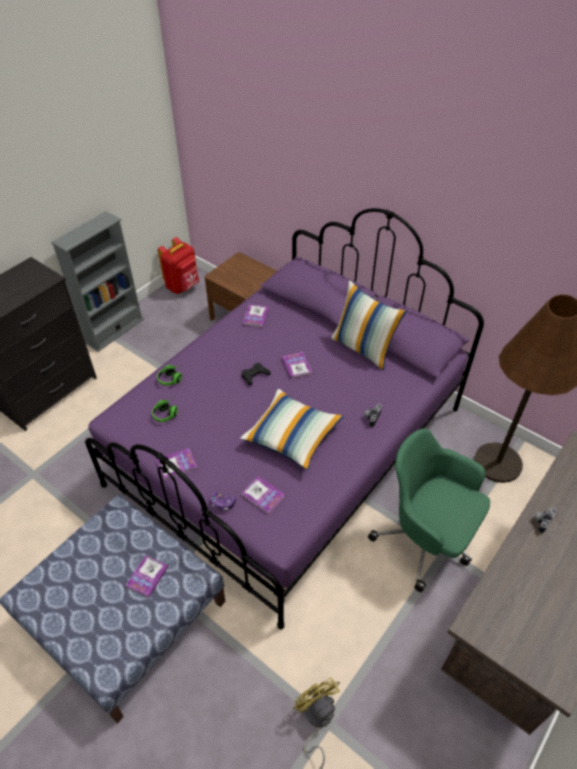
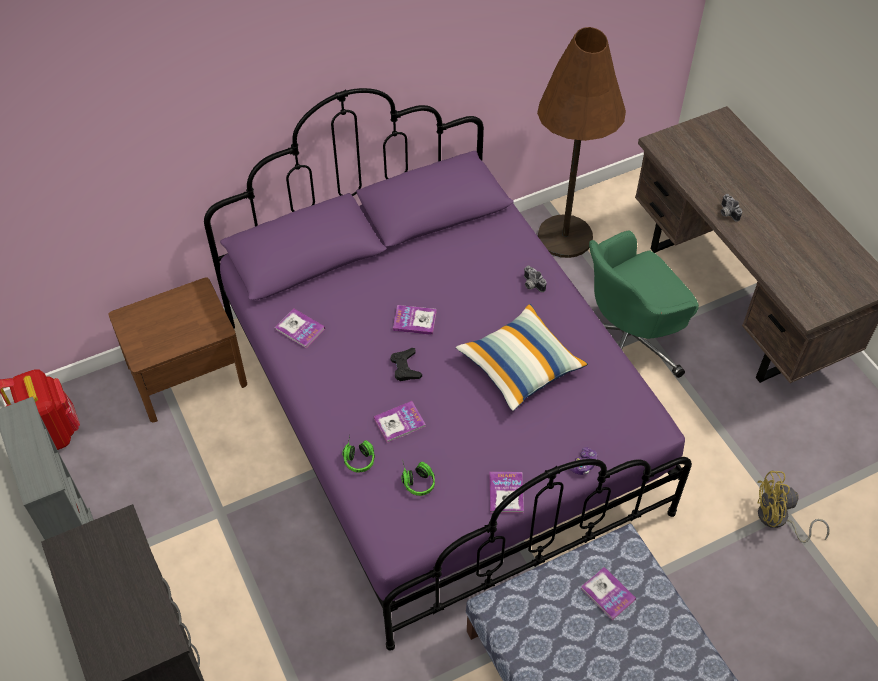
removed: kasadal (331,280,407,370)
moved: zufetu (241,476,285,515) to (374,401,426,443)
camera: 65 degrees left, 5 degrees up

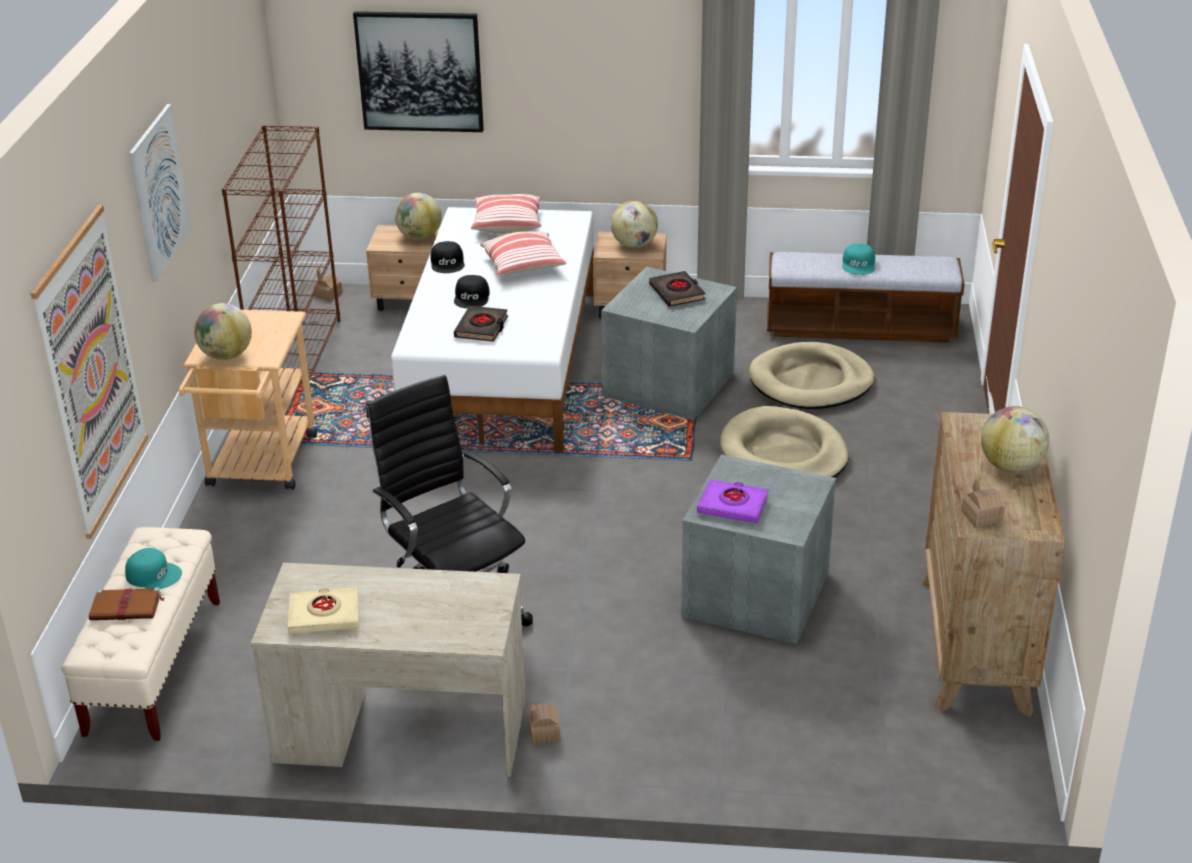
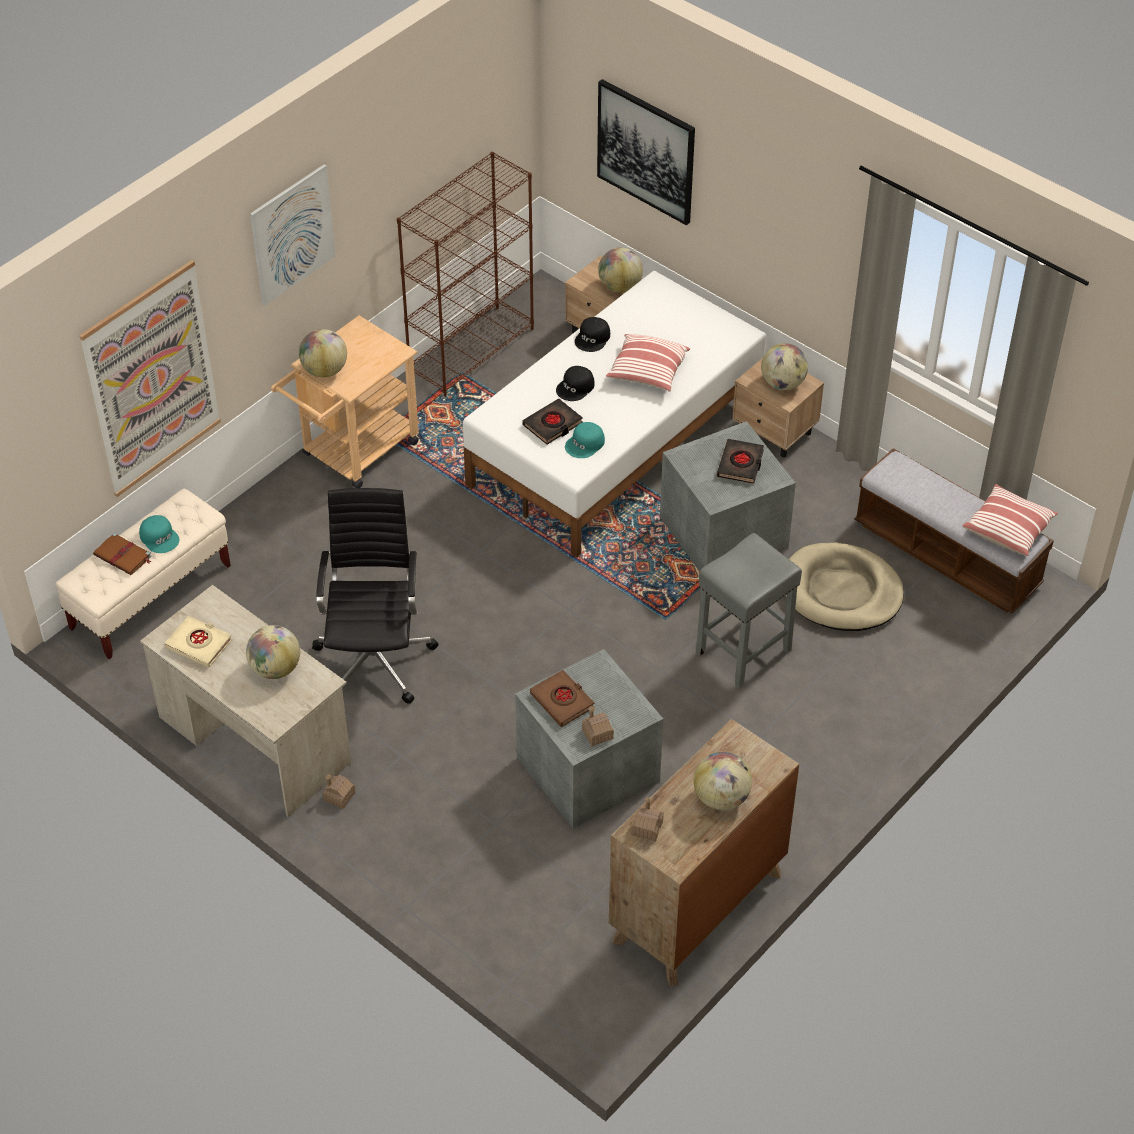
added: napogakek (246,625,300,679)
moved: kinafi (314,268,343,301) to (582,706,614,746); kasadal (471,194,541,234) to (962,484,1058,556); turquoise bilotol (842,243,875,275) to (565,422,605,458)
replaced: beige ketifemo (721,406,849,478) to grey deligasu (696,533,802,688)
recoloured: purple zufetu (697,480,768,523) to brown zufetu (530,670,595,727)
camera: 35 degrees right, 15 degrees up

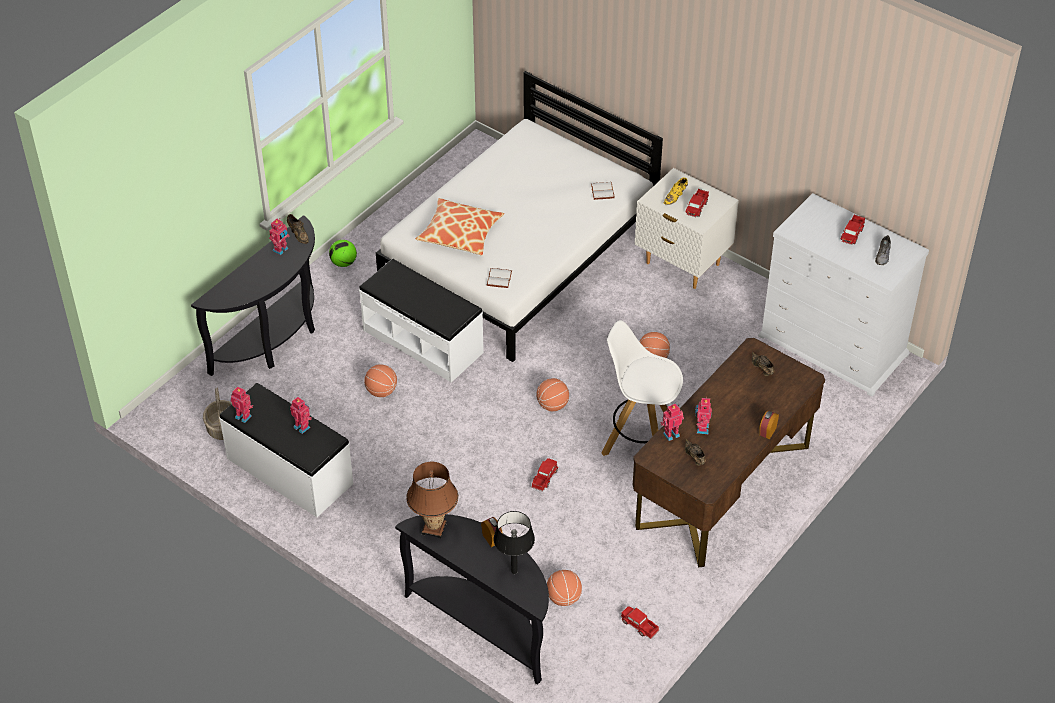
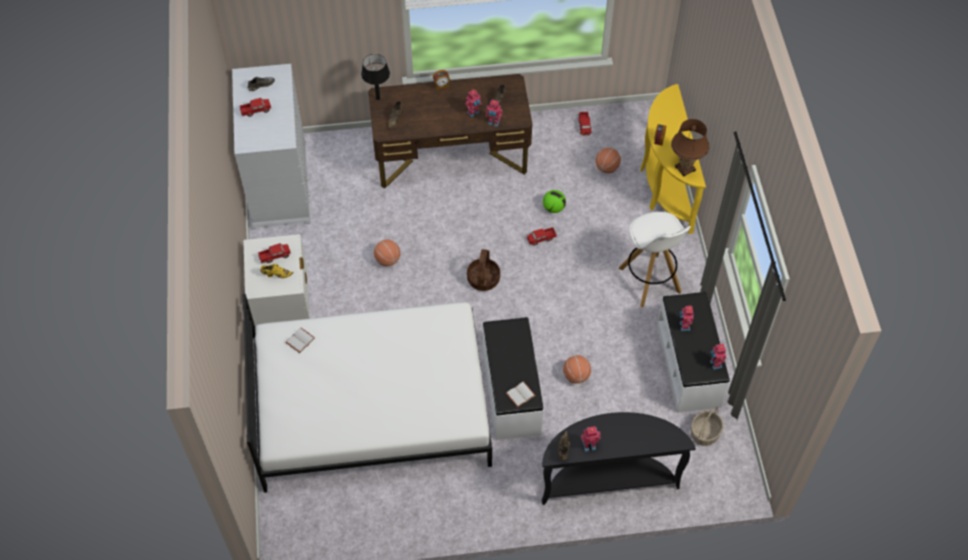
removed: kasadal (416,198,504,255)
moved: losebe (329,240,357,267) to (543,190,566,213); white zufetu (487,268,512,288) to (506,381,536,408); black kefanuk (494,511,535,574) to (361,54,390,100); white deligasu (602,320,683,456) to (619,212,691,308)
replaced: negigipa (536,378,569,411) to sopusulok (467,249,500,291)
recoloured: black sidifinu (395,514,549,685) to yellow sidifinu (640,84,706,234)
camera: 135 degrees left, 10 degrees up

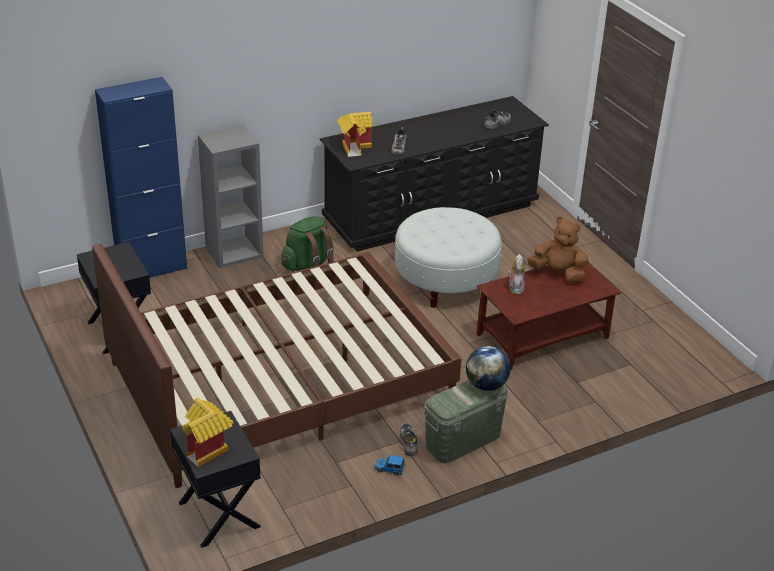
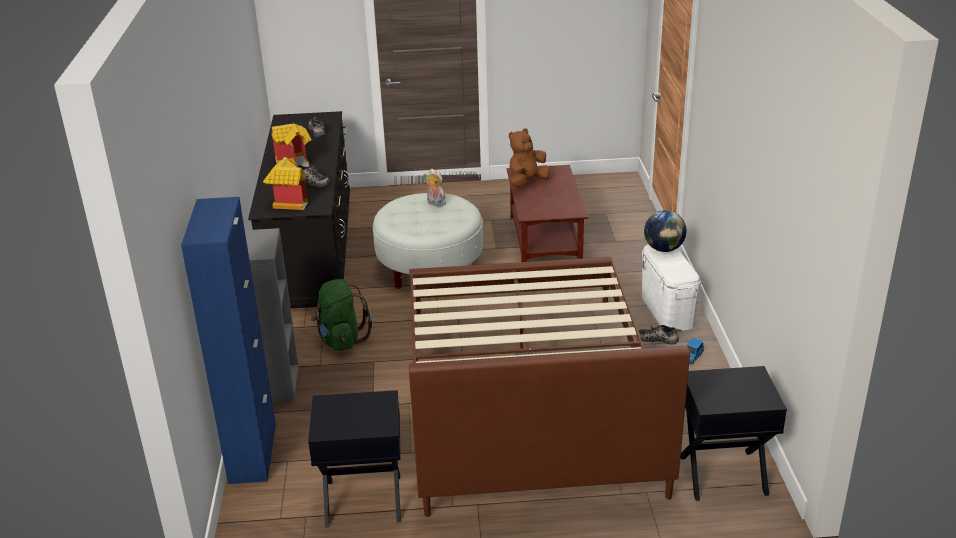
moved: kinafi (182,398,233,467) to (271,123,311,167); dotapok (508,254,525,295) to (424,169,446,207)
recoloured: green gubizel (424,380,508,463) to white gubizel (642,244,701,331)
camera: 65 degrees left, 5 degrees down

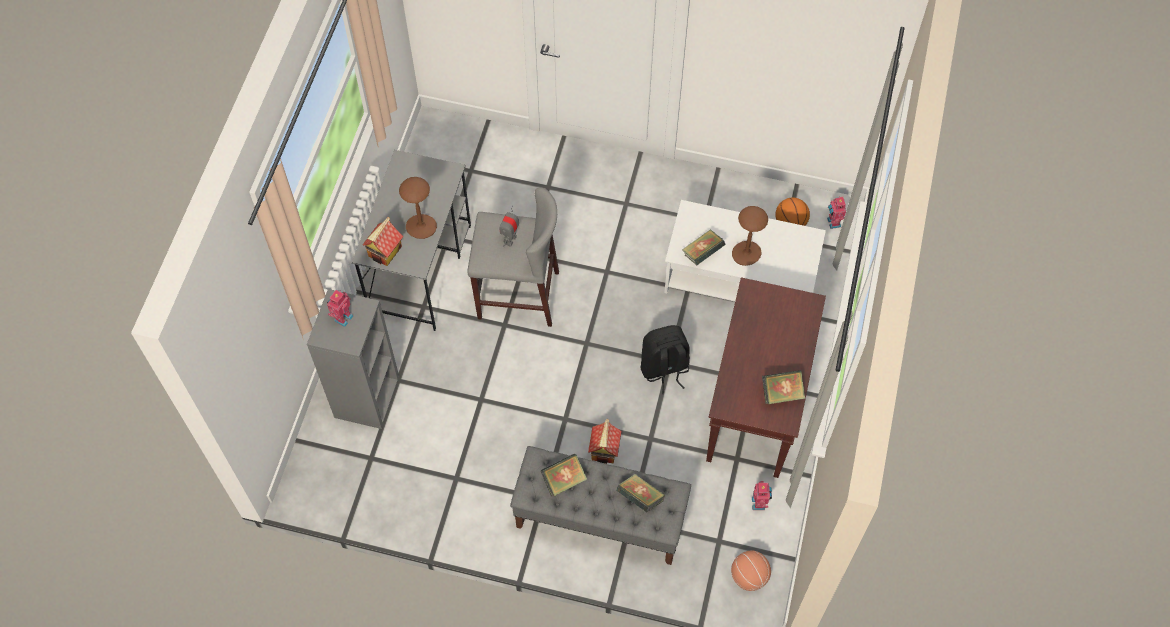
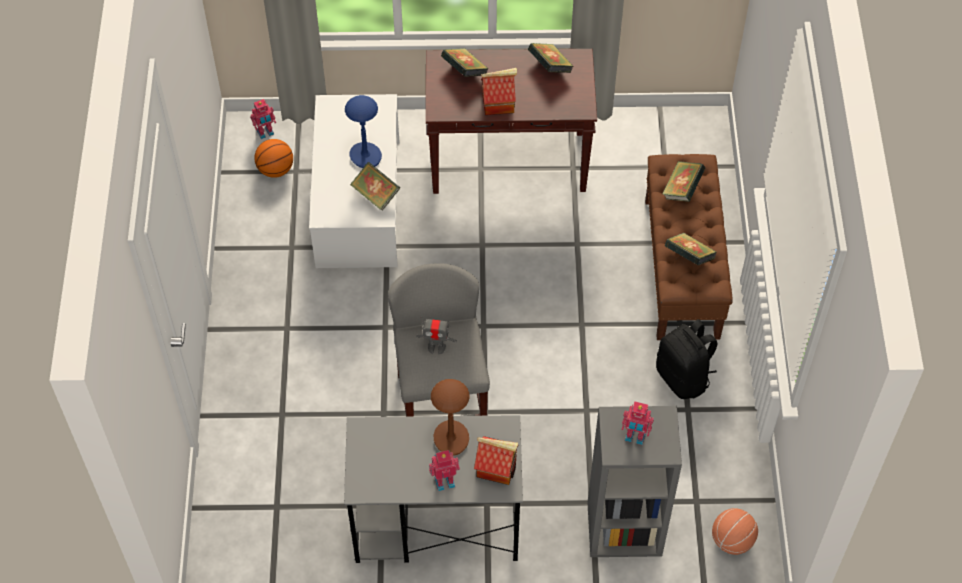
added: zufetu (441,48,488,77)
moved: kinafi (588,418,622,464) to (481,68,517,115); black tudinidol (640,325,690,394) to (656,319,718,399); negigipa (731,551,771,591) to (712,508,758,555); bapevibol (752,481,772,510) to (429,450,460,491)
recoloured: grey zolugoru (510,446,691,565) to brown zolugoru (645,154,733,340); brown kefanuk (732,206,768,266) to blue kefanuk (345,95,382,168)
camera: 105 degrees left, 5 degrees down

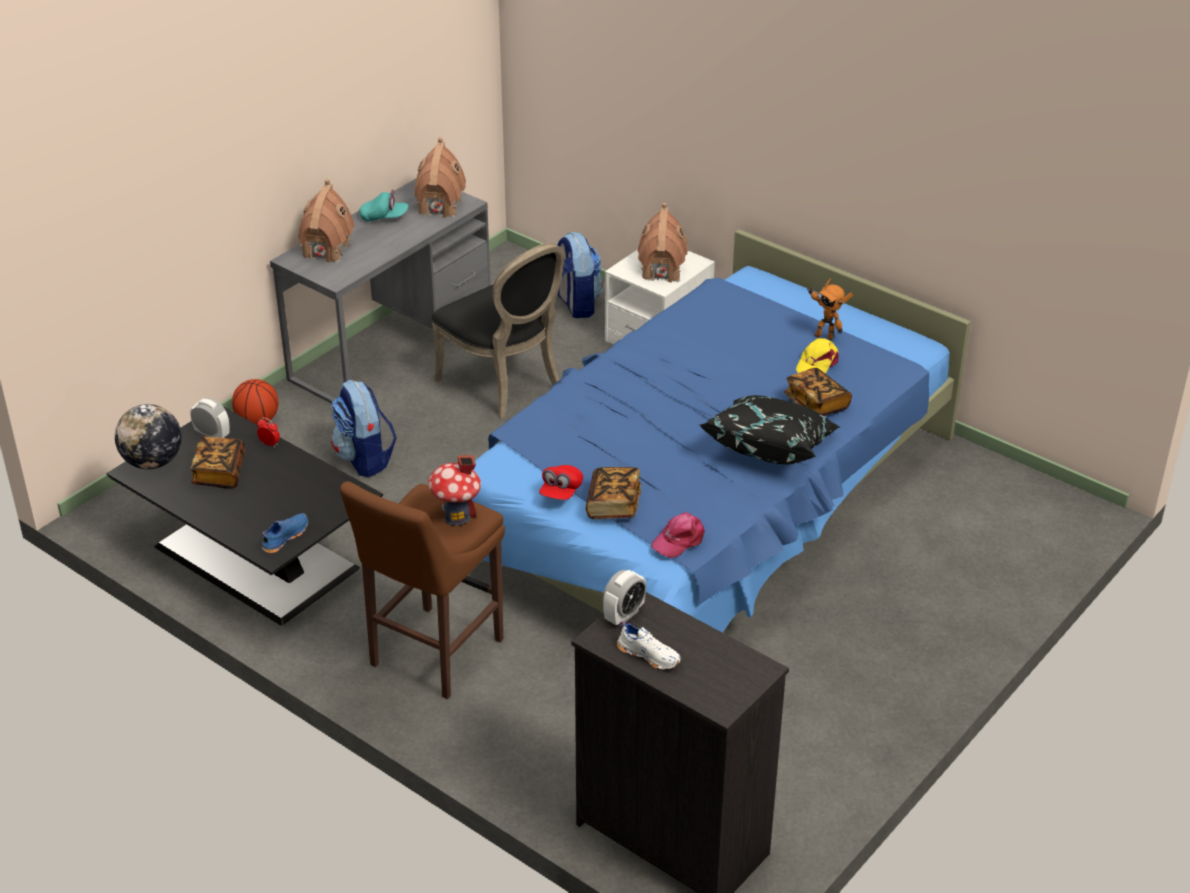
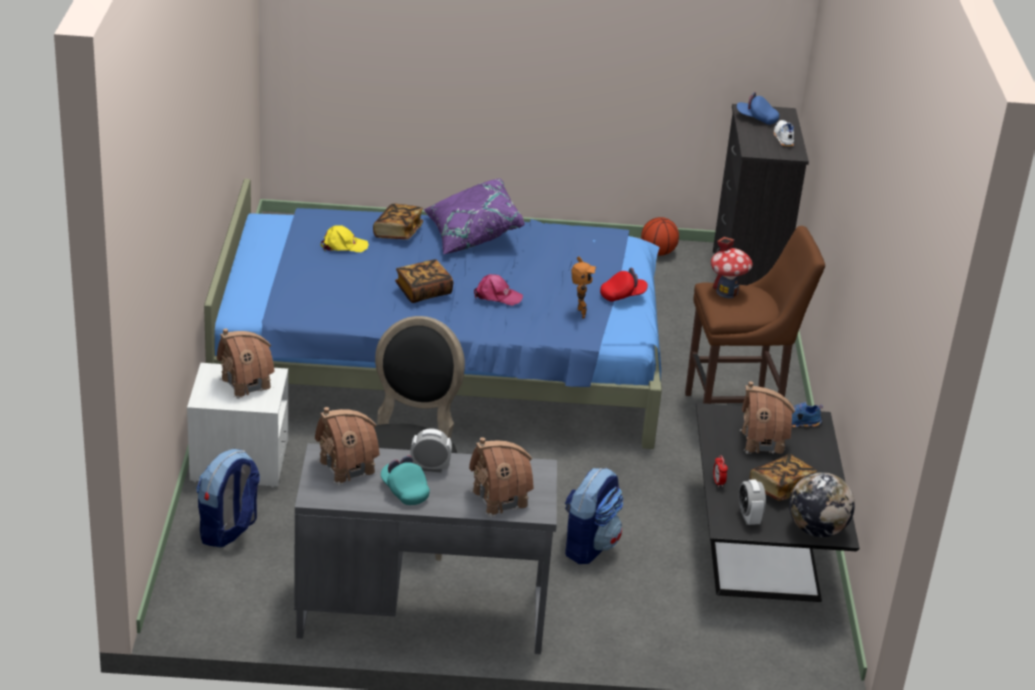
added: blue bilotol (737,92,779,125); kinafi (739,381,795,454)
moved: negigipa (232,379,278,425) to (641,217,679,256); zufetu (586,467,641,519) to (395,259,453,303); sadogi (603,570,646,626) to (410,429,452,472); pink bilotol (651,512,705,558) to (474,274,523,306); bapevibol (807,278,853,340) to (571,257,596,319)
recoloured: black kasadal (700,395,840,464) to purple kasadal (424,178,525,255)
camera: 130 degrees left, 5 degrees down

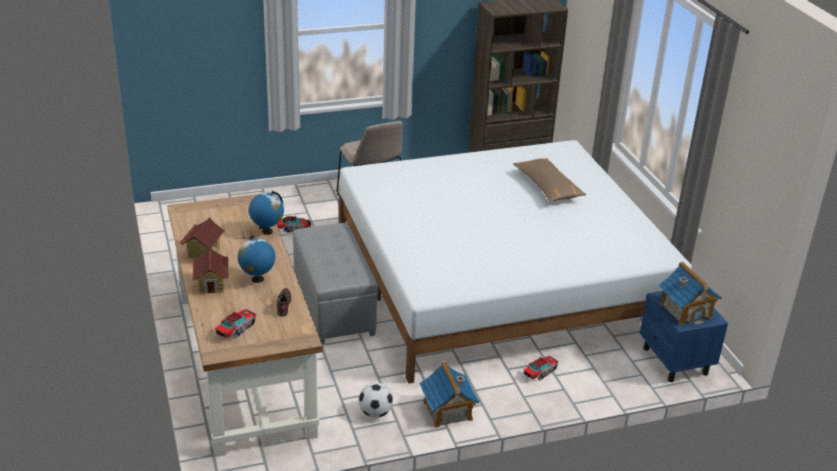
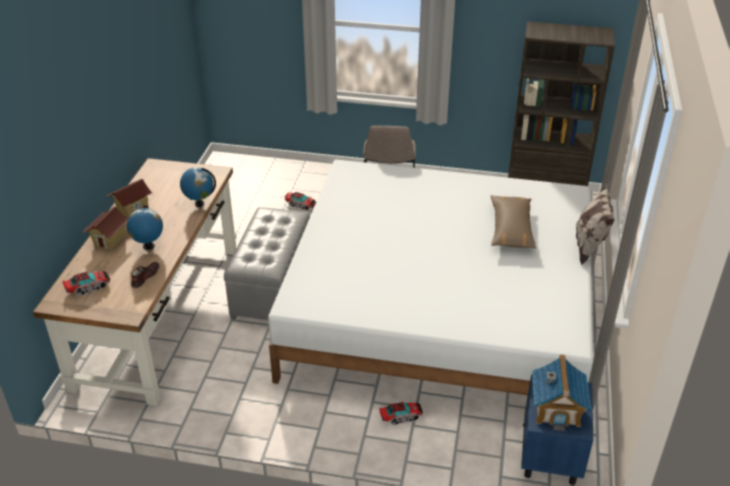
removed: losebe (359,383,393,418); kinafi (419,361,480,428)
added: kasadal (576,180,615,265)
camera: 30 degrees right, 5 degrees up

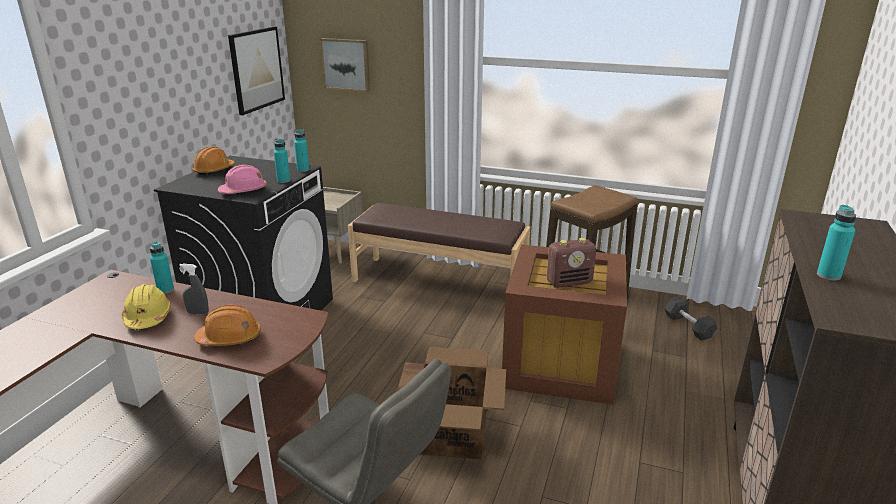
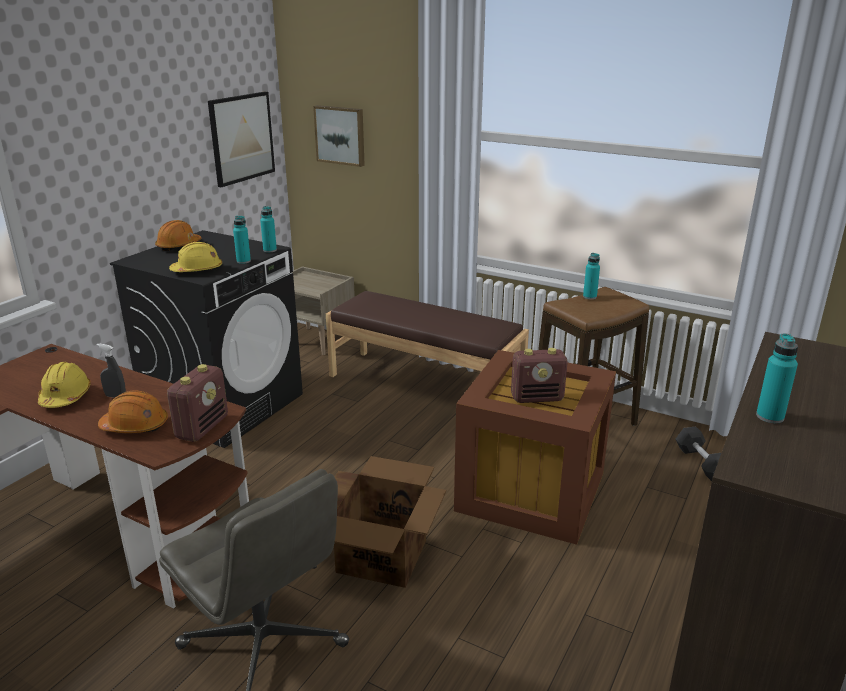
added: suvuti (167,364,228,442)
moved: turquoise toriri (150,241,174,294) to (583,253,600,299)
recoloured: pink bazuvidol (218,165,267,194) to yellow bazuvidol (169,242,222,272)
camera: 10 degrees right, 0 degrees up

